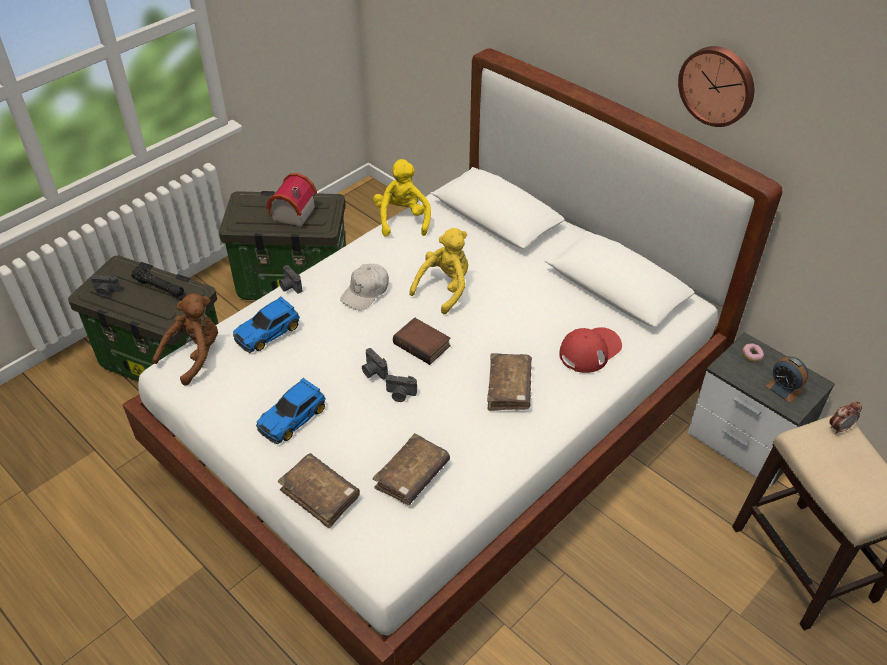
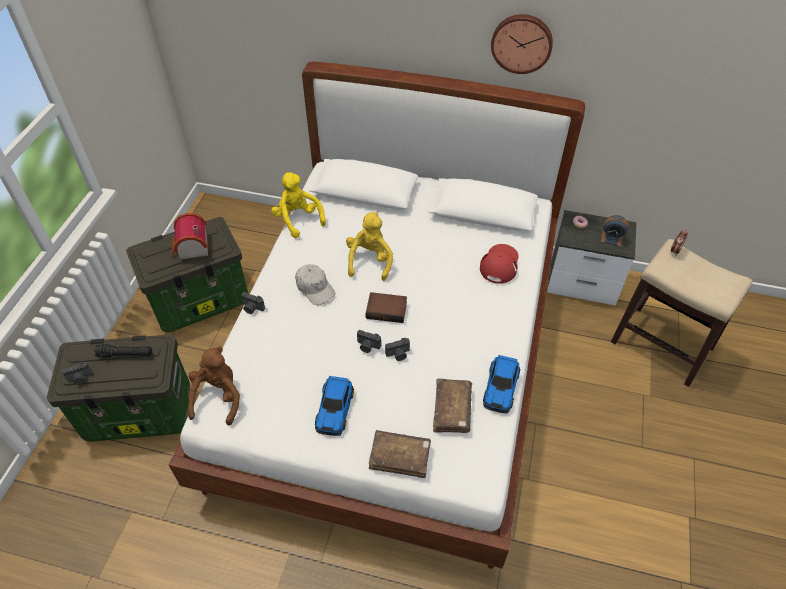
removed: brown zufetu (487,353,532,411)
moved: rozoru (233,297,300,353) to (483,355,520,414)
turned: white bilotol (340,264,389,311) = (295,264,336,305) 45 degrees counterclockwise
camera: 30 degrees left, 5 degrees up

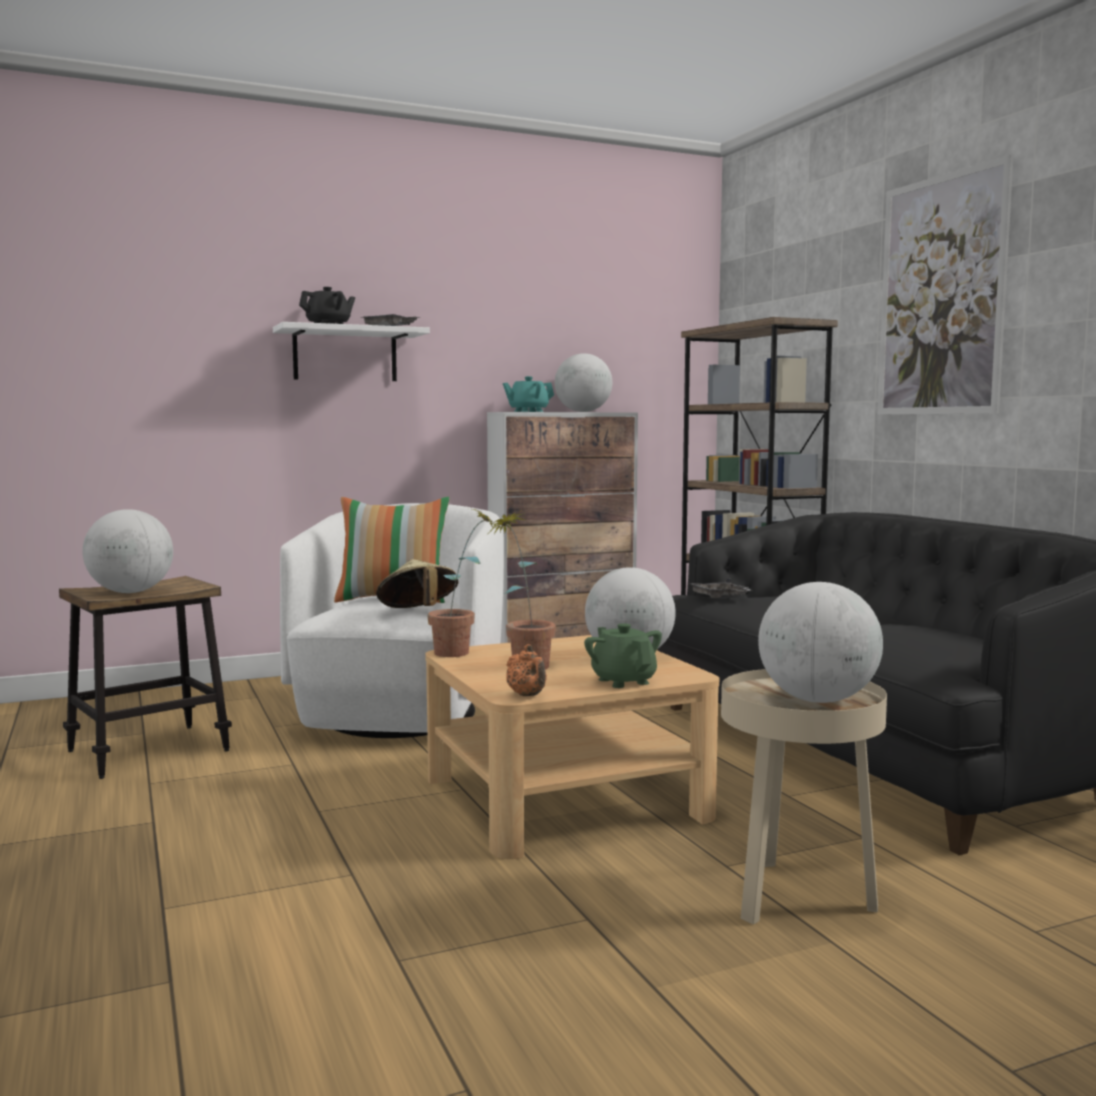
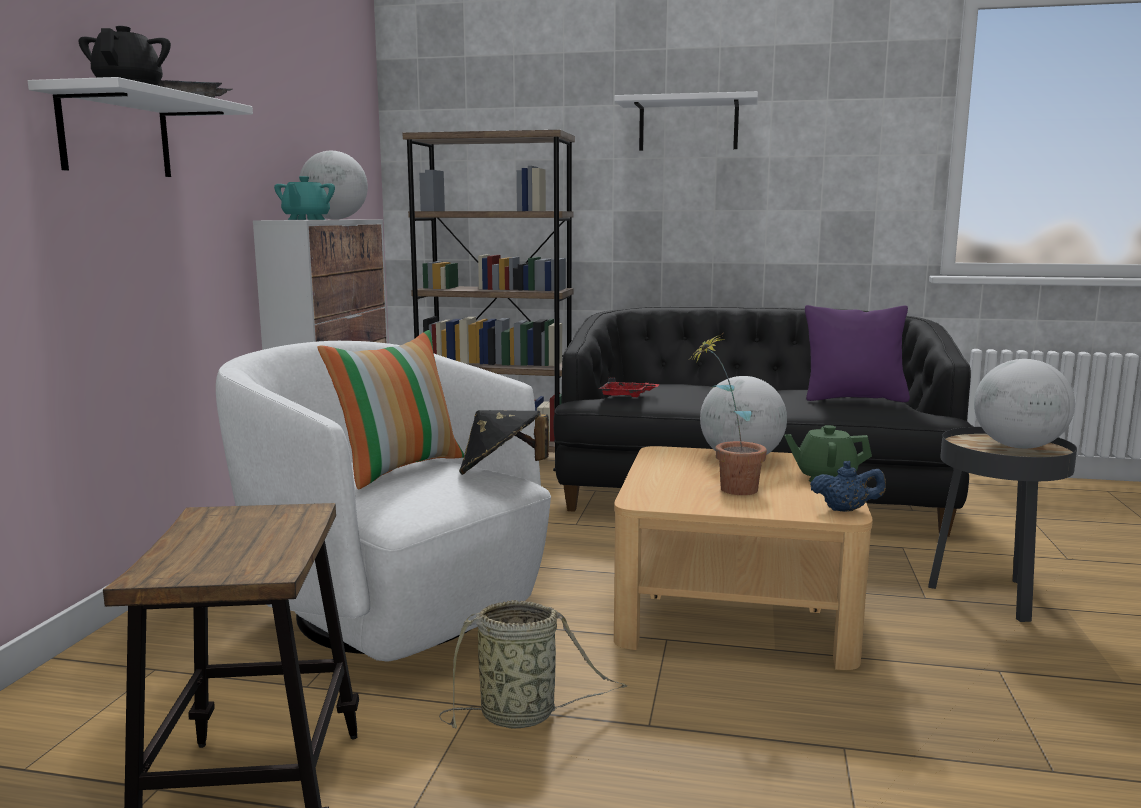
removed: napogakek (82,509,173,593); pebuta (427,509,500,657)
added: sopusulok (439,600,627,729); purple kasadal (805,305,910,402)
replaced: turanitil (878,155,1014,415) to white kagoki (614,91,758,151)
recoloured: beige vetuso (376,559,458,608) to black vetuso (459,410,549,475); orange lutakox (506,644,547,696) to blue lutakox (810,461,886,512); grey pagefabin (692,578,751,598) to red pagefabin (598,378,660,397); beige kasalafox (721,669,887,924) to black kasalafox (928,427,1077,622)
camera: 55 degrees left, 5 degrees up

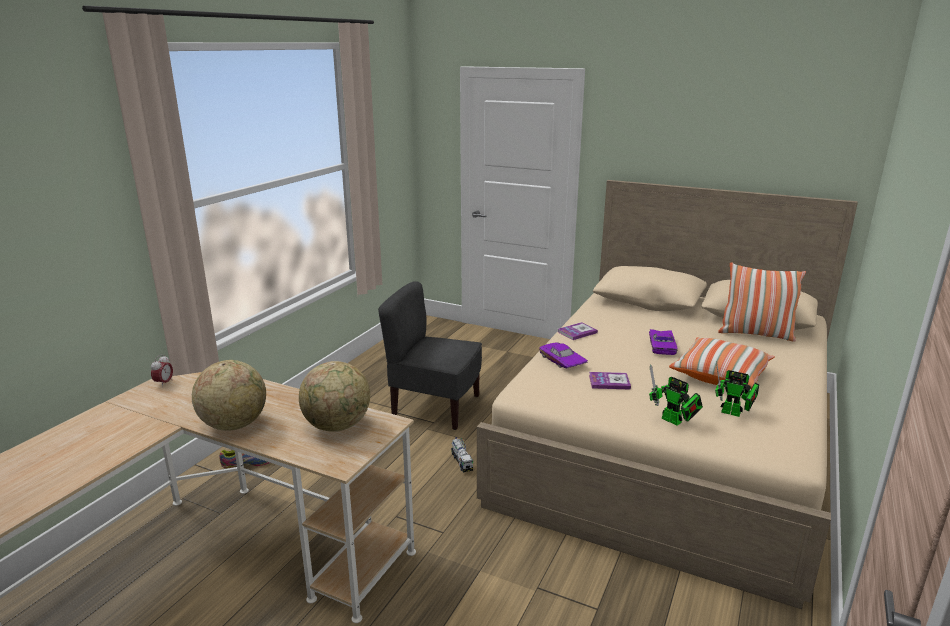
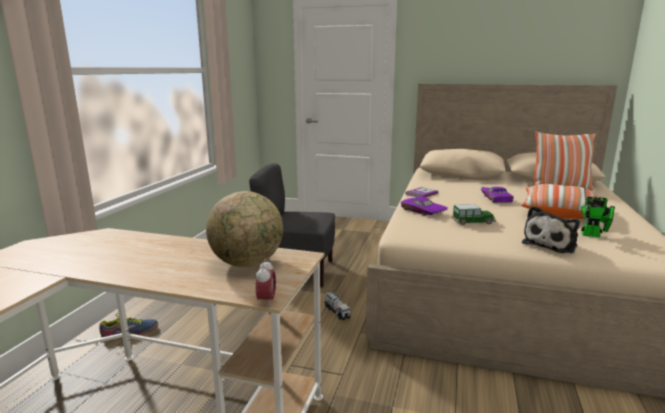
removed: napogakek (192,360,266,431)
moved: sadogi (151,354,173,387) to (256,259,276,307)
replaced: zufetu (589,372,631,390) to rozoru (452,204,496,225); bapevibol (649,364,703,425) to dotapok (522,206,580,253)
camera: 10 degrees left, 5 degrees down

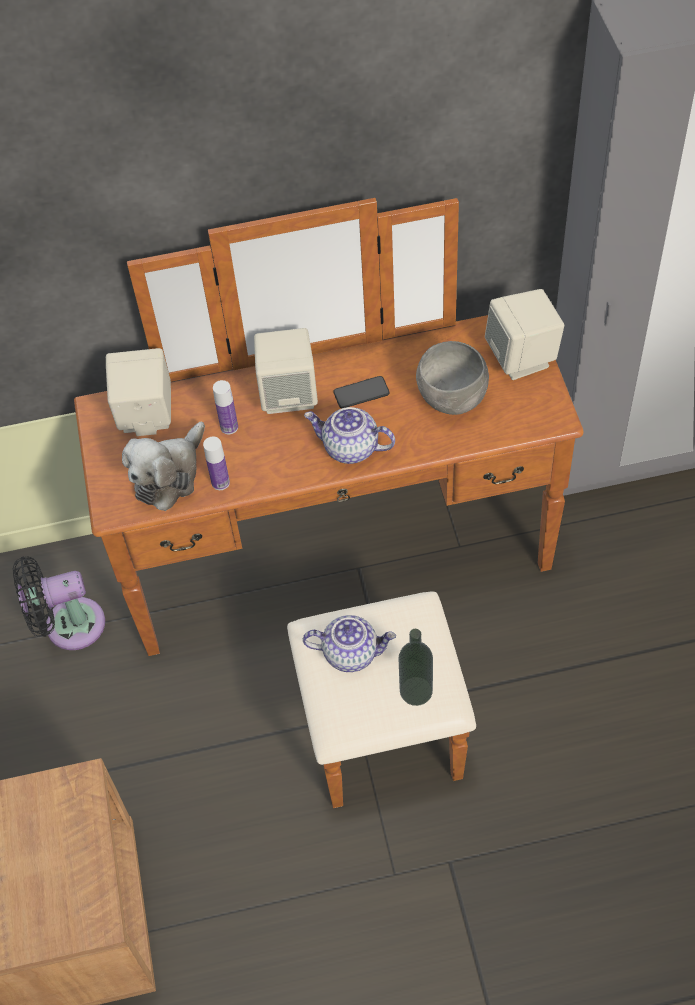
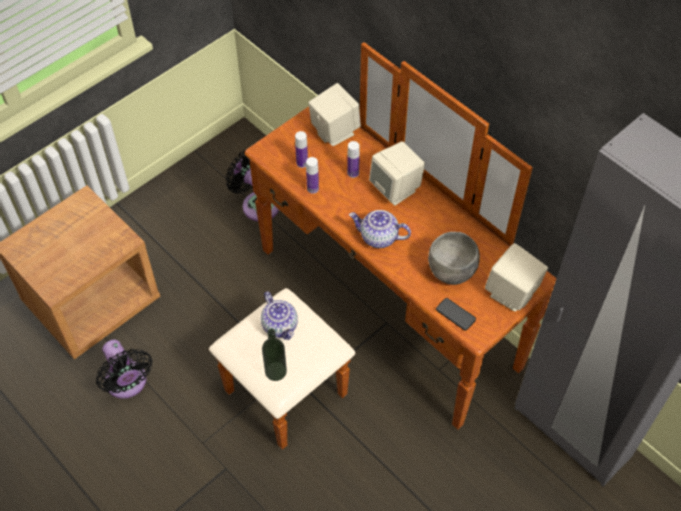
added: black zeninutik (96,339,152,399)
moved: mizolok (333,376,389,408) to (436,298,476,331)
replaced: dotapok (122,422,205,511) to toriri (295,131,308,168)
turned: lutakox (304,407,395,464) = (349,210,411,248) 60 degrees counterclockwise
camera: 55 degrees right, 0 degrees up

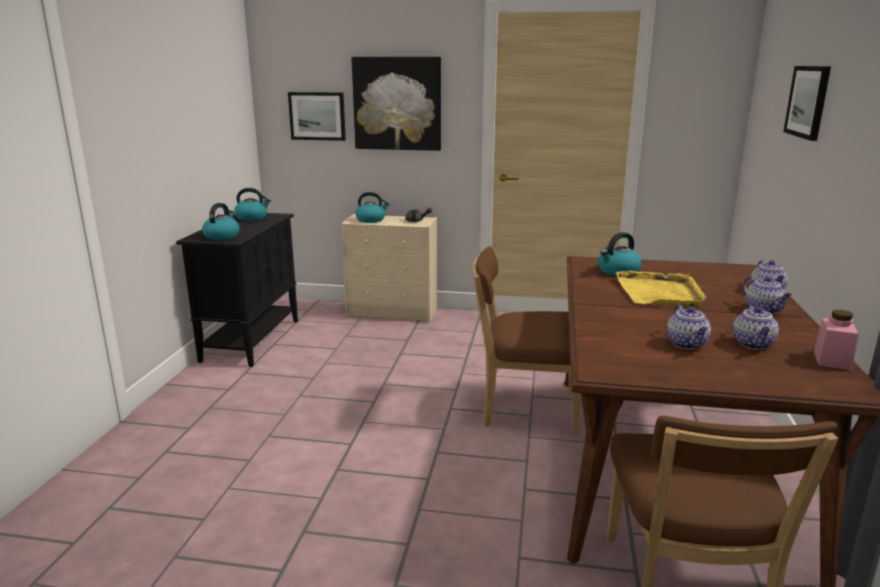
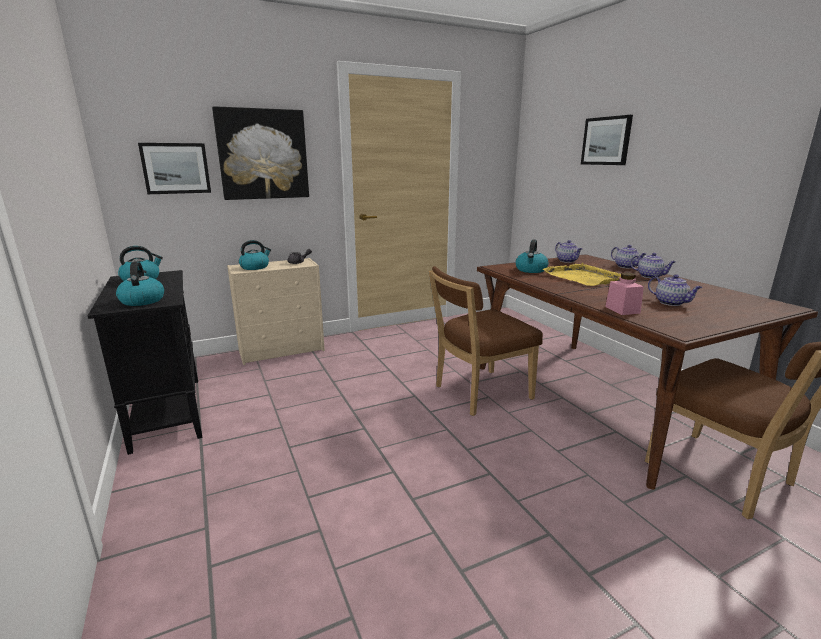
moved: lutakox (733,305,779,350) to (555,240,582,263); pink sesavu (814,310,859,370) to (605,273,644,315)
camera: 35 degrees left, 0 degrees up

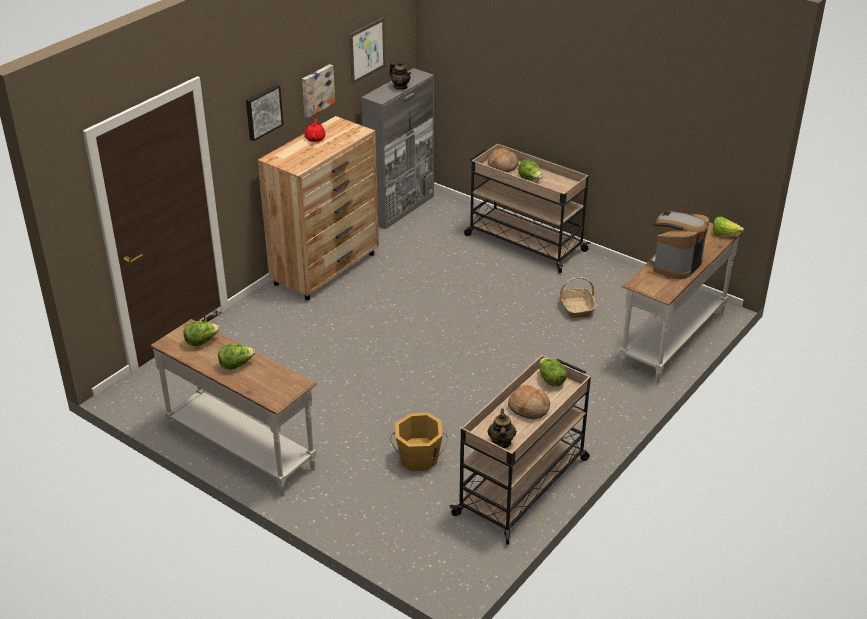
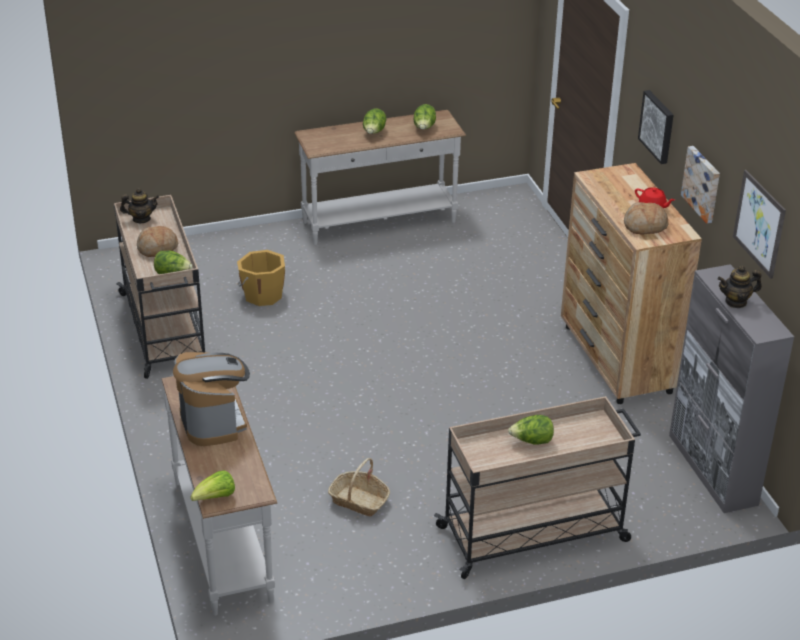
moved: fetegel (488,148,519,172) to (624,202,669,235)
turned: lutakox (487,409,517,448) = (120,188,159,223) 45 degrees counterclockwise
camera: 125 degrees right, 0 degrees up

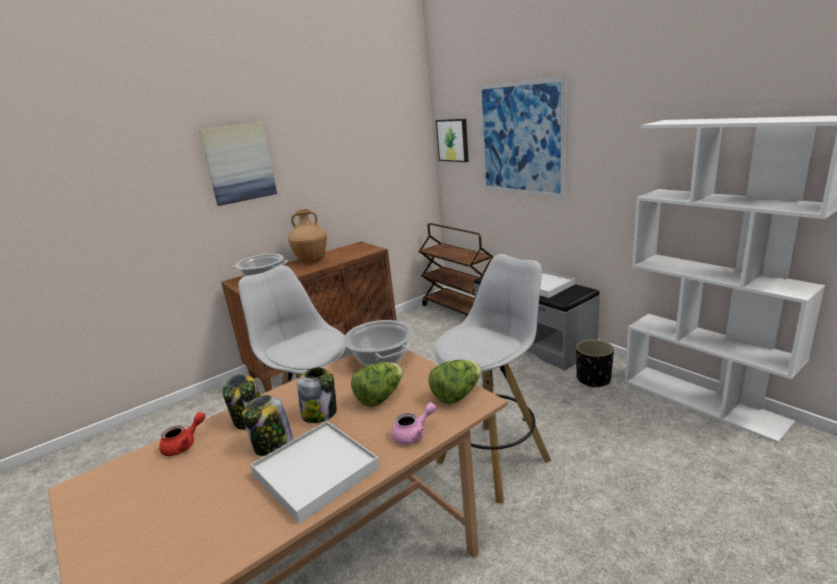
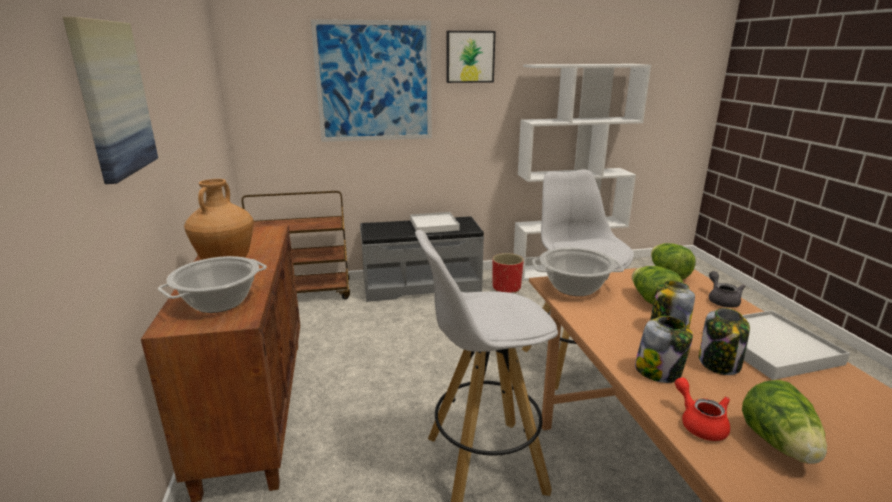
added: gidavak (742,380,827,464)
moved: turanitil (436,119,469,162) to (446,31,496,83)
recoloured: pink lutakox (391,402,436,445) to grey lutakox (709,271,745,307); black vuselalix (576,339,614,388) to red vuselalix (493,253,524,293)
camera: 65 degrees left, 0 degrees up

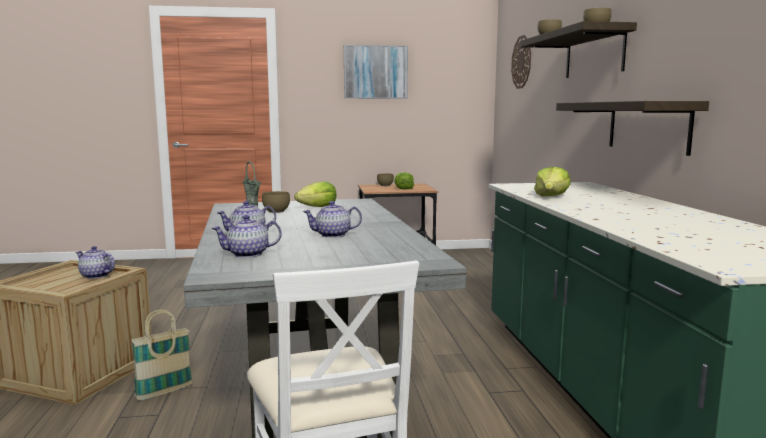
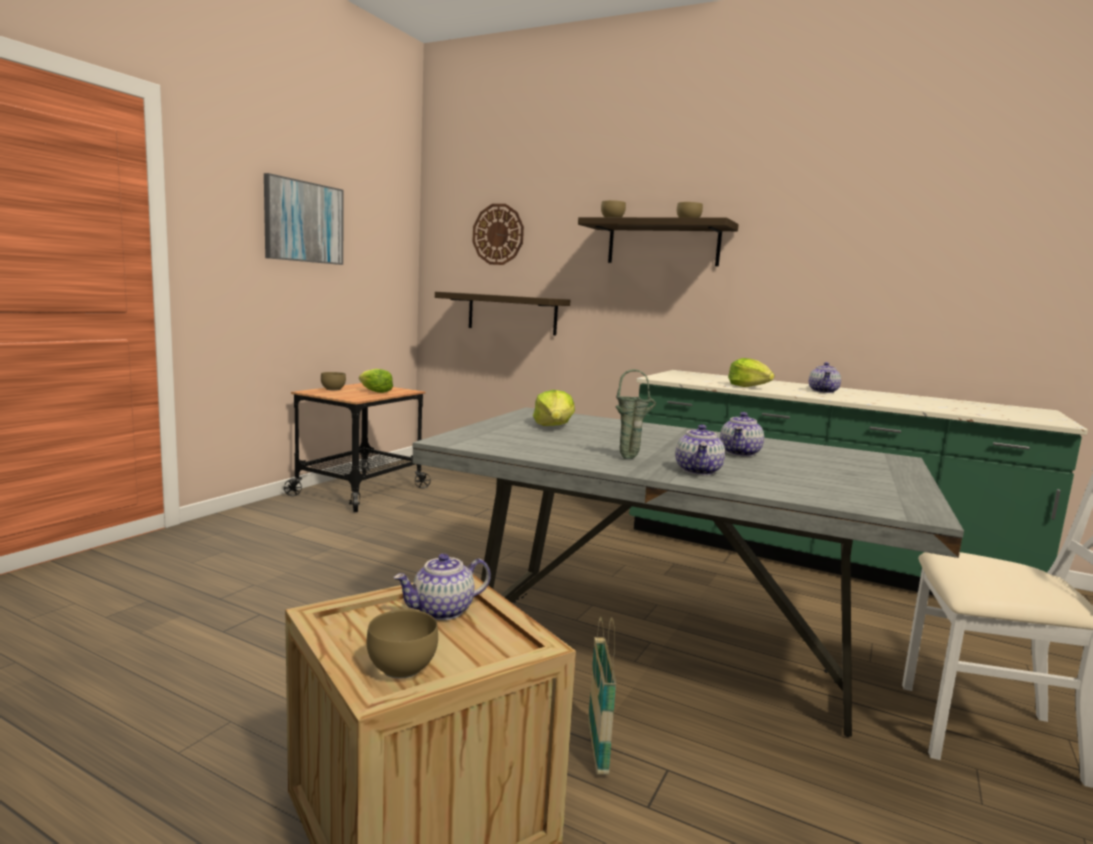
moved: lutakox (212,215,282,258) to (809,362,841,393); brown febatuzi (262,191,290,213) to (367,609,438,679); kagoki (556,101,709,156) to (435,292,571,336)
camera: 55 degrees left, 0 degrees up

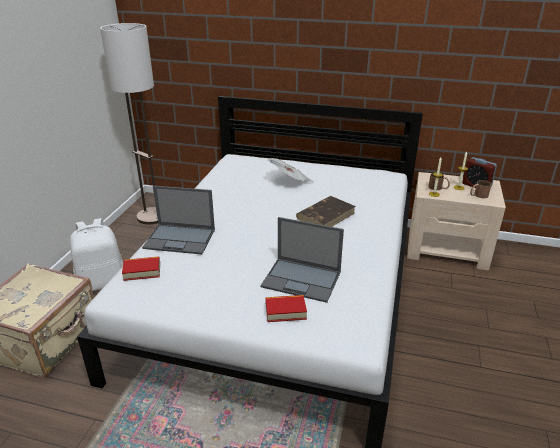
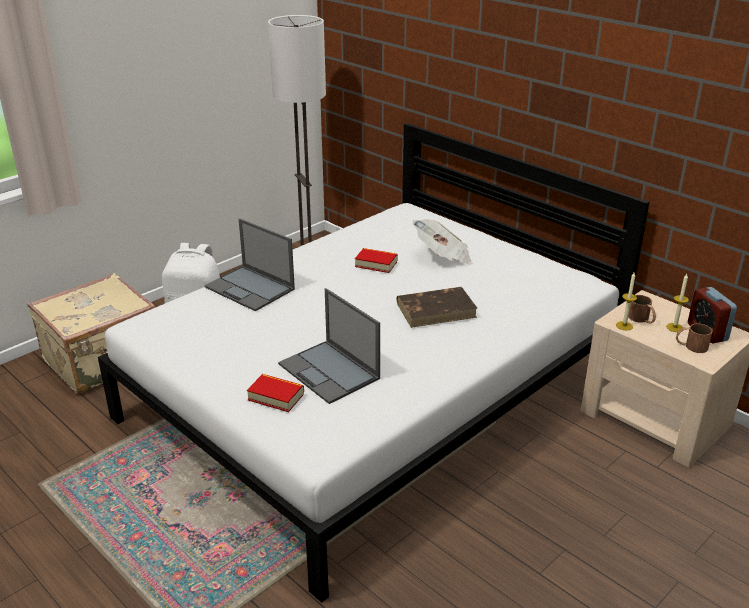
moved: zufetu (122,257,160,281) to (355,248,398,273)
camera: 30 degrees right, 0 degrees up

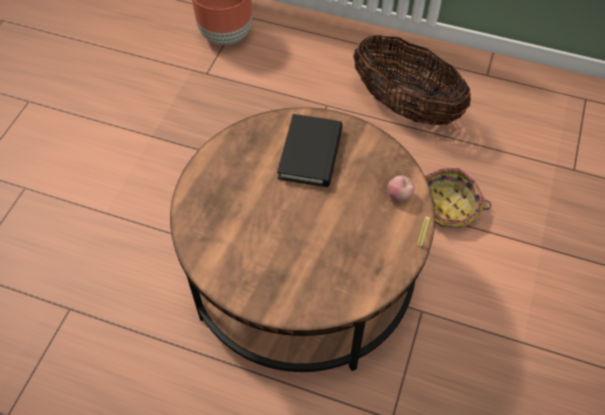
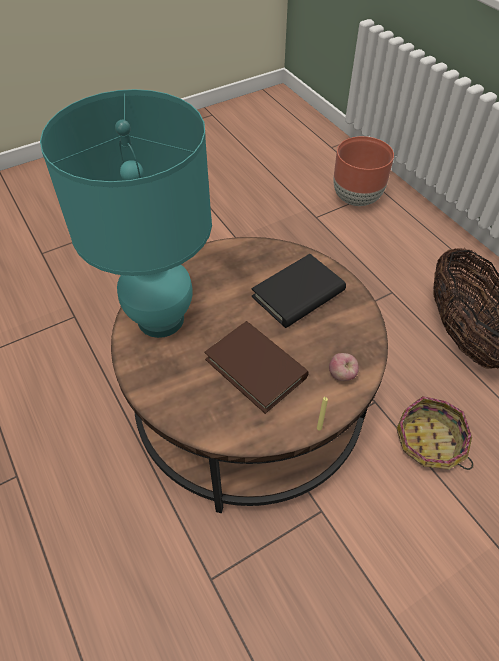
added: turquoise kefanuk (40,89,212,338); brown zufetu (204,321,309,414)
camera: 40 degrees right, 5 degrees down

